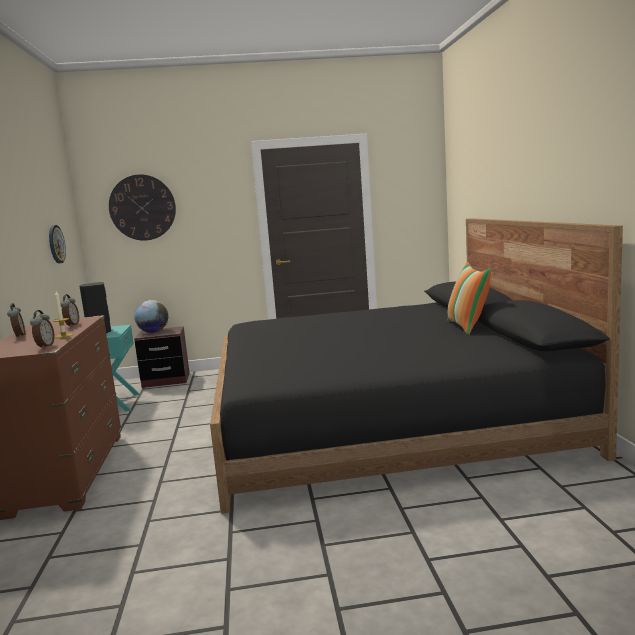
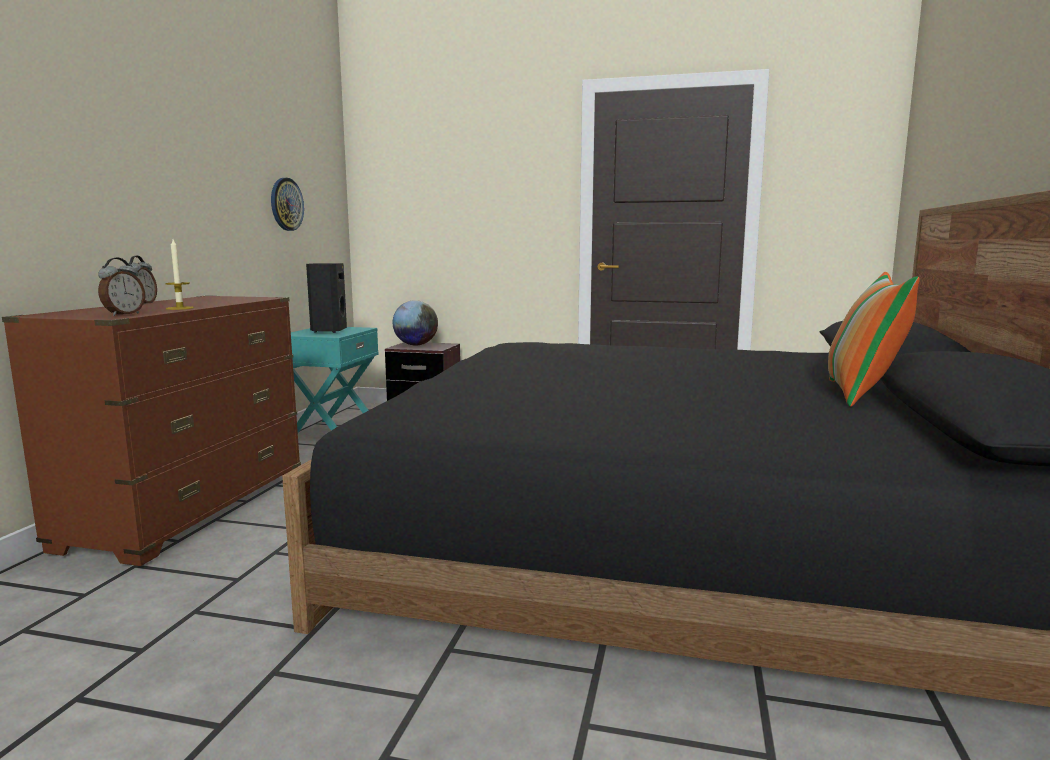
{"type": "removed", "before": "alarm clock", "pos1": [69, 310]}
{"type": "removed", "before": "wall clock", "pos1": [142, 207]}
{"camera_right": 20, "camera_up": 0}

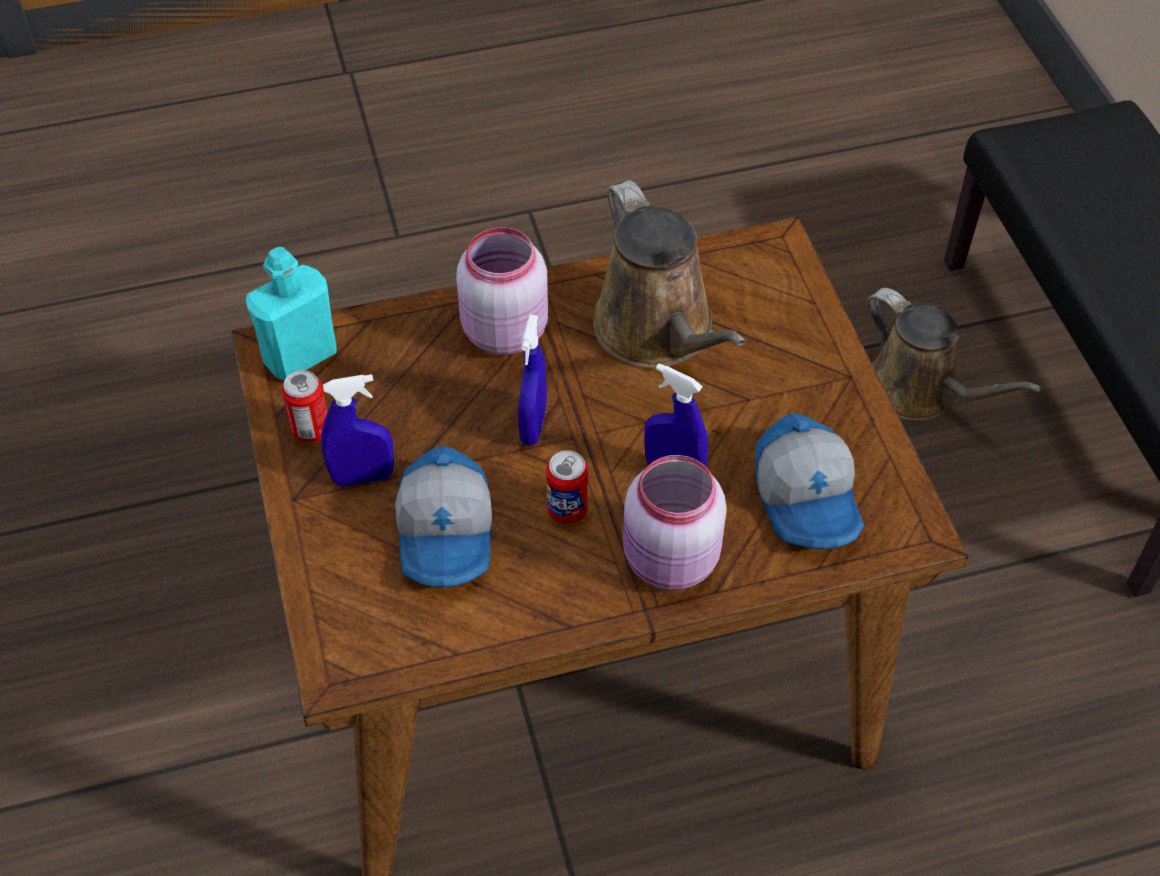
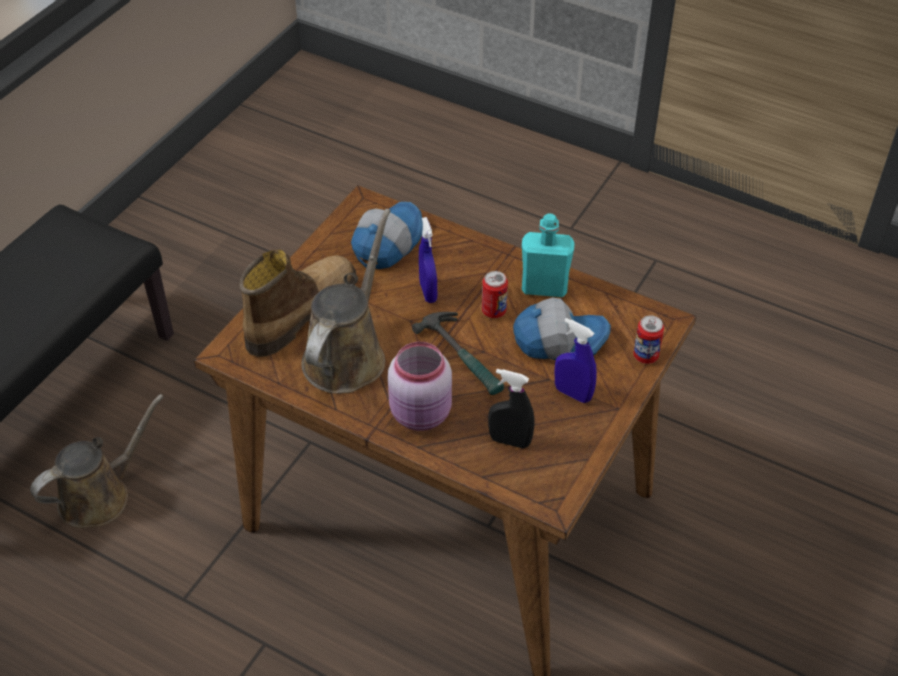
{"type": "removed", "before": "jar in pink", "pos1": [675, 522]}
{"type": "added", "after": "boot", "pos2": [297, 303]}
{"type": "added", "after": "spray bottle in black", "pos2": [511, 408]}
{"type": "moved", "before": "bottle in turquoise", "pos1": [291, 313], "pos2": [548, 255]}
{"type": "moved", "before": "can", "pos1": [305, 406], "pos2": [648, 339]}
{"type": "replaced", "before": "spray bottle in blue", "after": "hammer", "pos1": [532, 380], "pos2": [458, 353]}
{"type": "turned", "before": "cap", "pos1": [443, 516], "pos2": [562, 329], "turn": 45}
{"type": "turned", "before": "watering can in brown", "pos1": [954, 354], "pos2": [97, 461], "turn": 45}
{"camera_right": -135, "camera_up": -5}

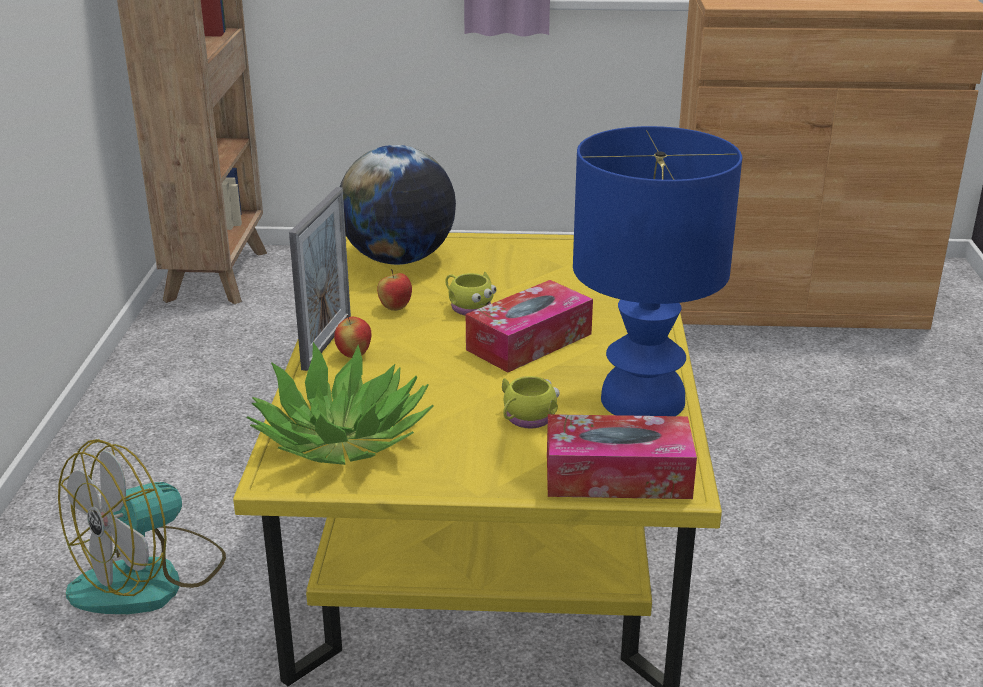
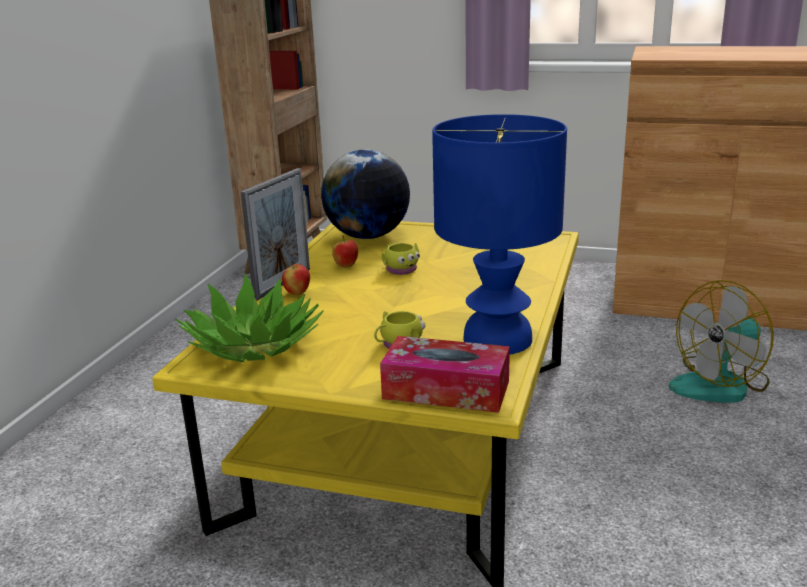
{"type": "removed", "before": "tissue box", "pos1": [529, 326]}
{"type": "moved", "before": "fan", "pos1": [142, 526], "pos2": [721, 341]}
{"camera_right": 15, "camera_up": -5}

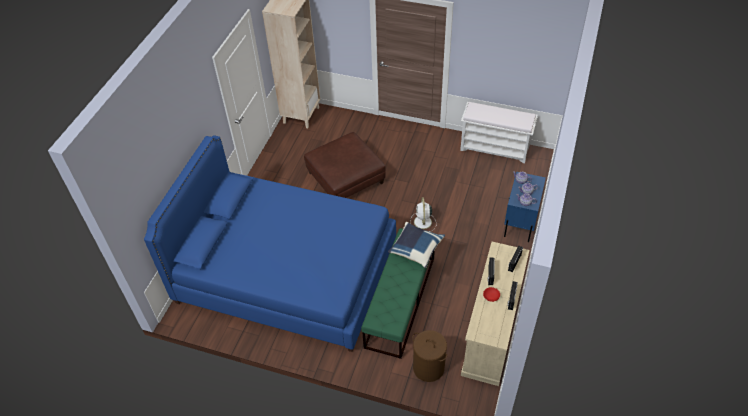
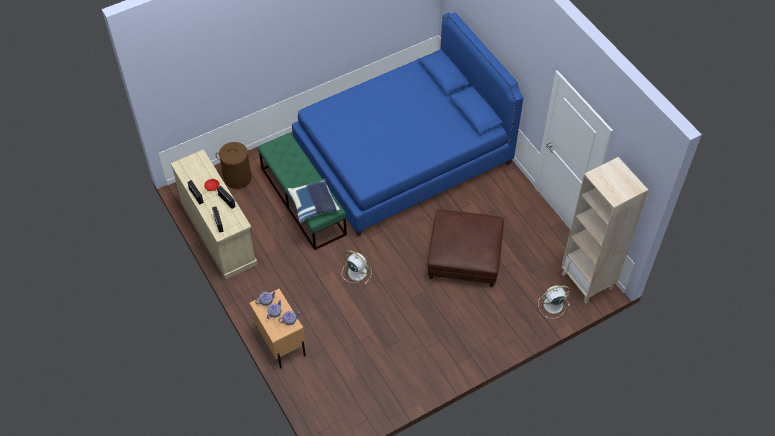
{"type": "removed", "before": "bench in white", "pos1": [499, 132]}
{"type": "added", "after": "fan in white", "pos2": [554, 302]}
{"type": "recoloured", "before": "nightstand in blue", "after": "nightstand in beige", "pos1": [525, 207], "pos2": [277, 329]}
{"camera_right": 130, "camera_up": 5}

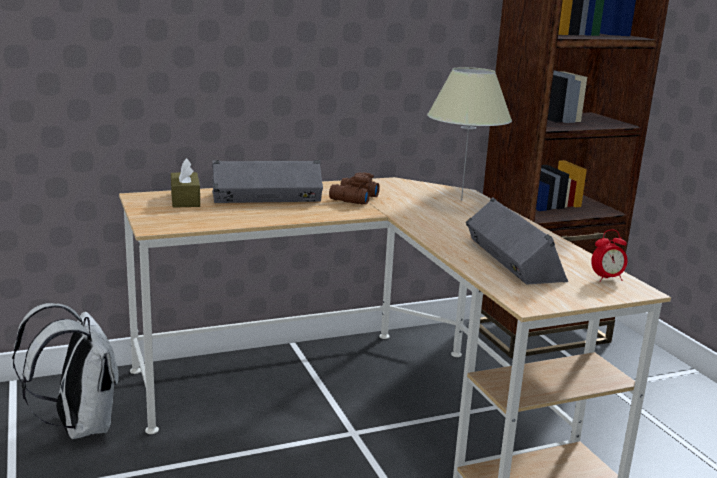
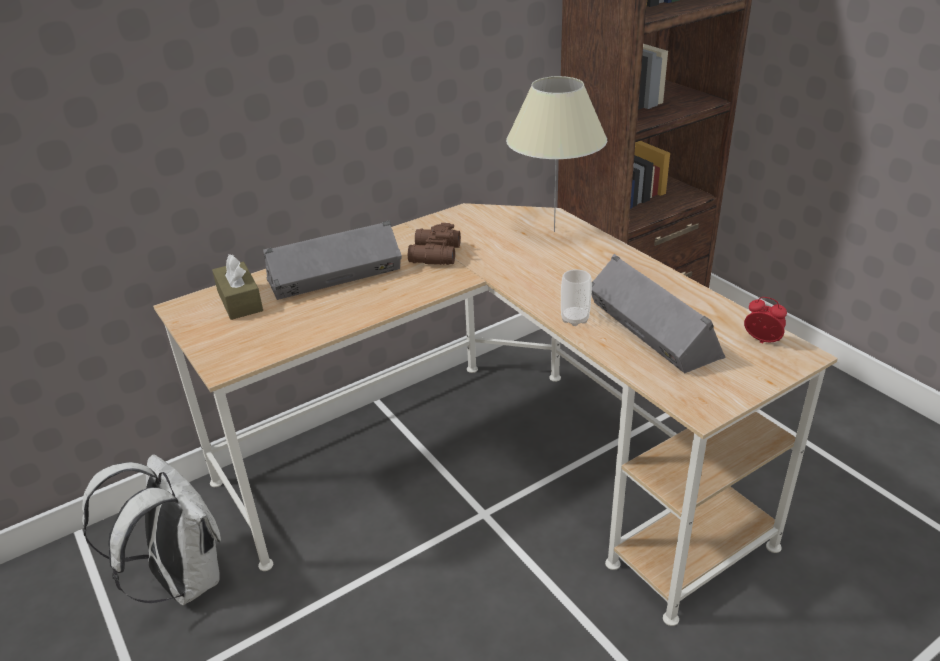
{"type": "added", "after": "cup", "pos2": [576, 297]}
{"type": "turned", "before": "alarm clock", "pos1": [609, 256], "pos2": [765, 320], "turn": -120}
{"camera_right": -10, "camera_up": 15}

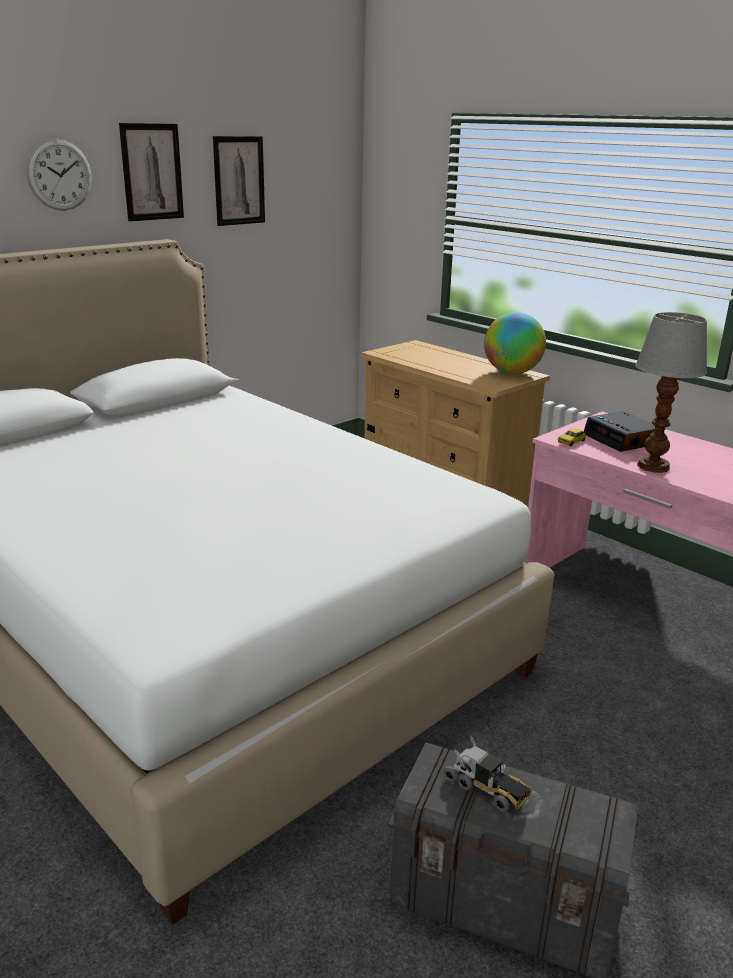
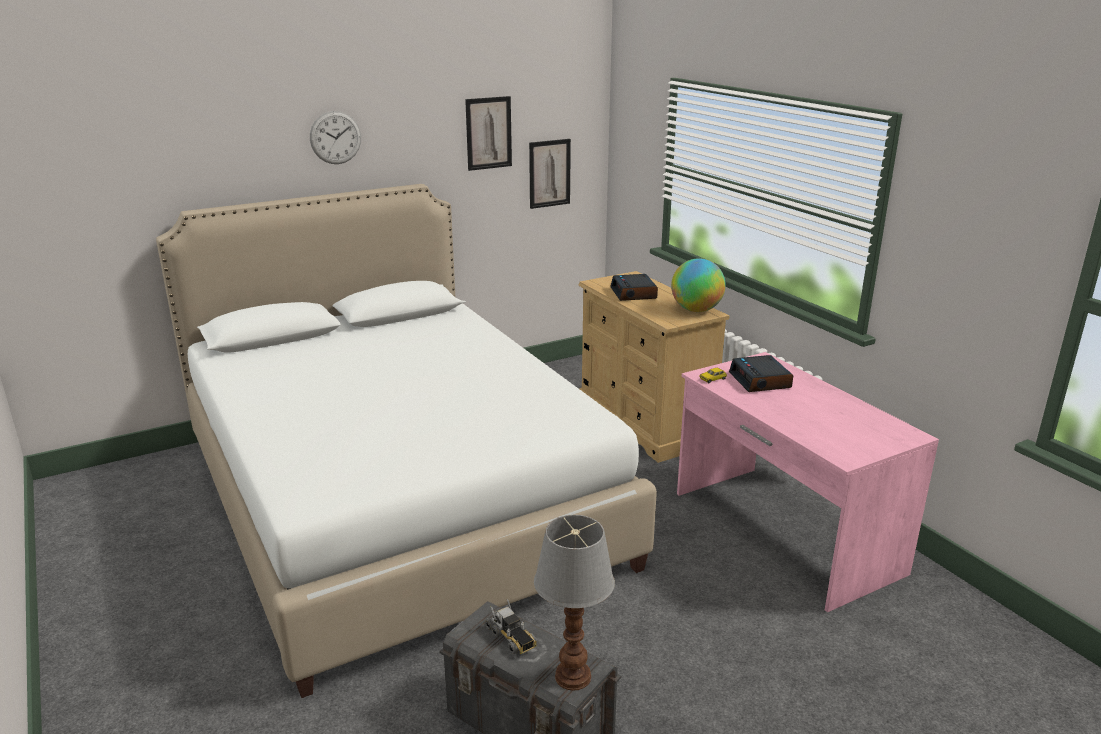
{"type": "added", "after": "alarm clock", "pos2": [634, 287]}
{"type": "moved", "before": "picture", "pos1": [151, 172], "pos2": [550, 174]}
{"type": "moved", "before": "table lamp", "pos1": [671, 392], "pos2": [574, 603]}
{"camera_right": 15, "camera_up": 0}

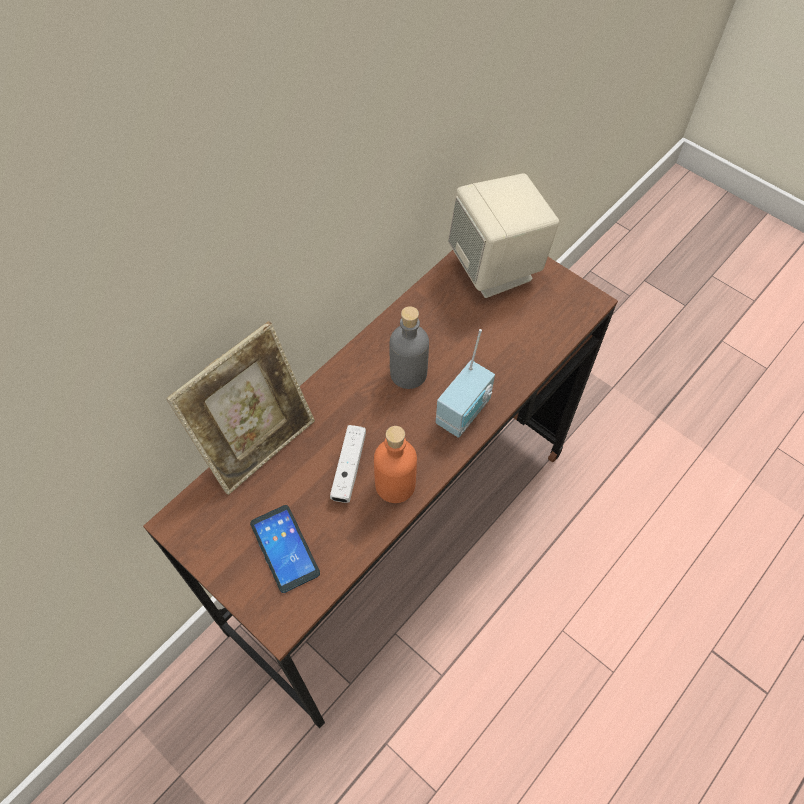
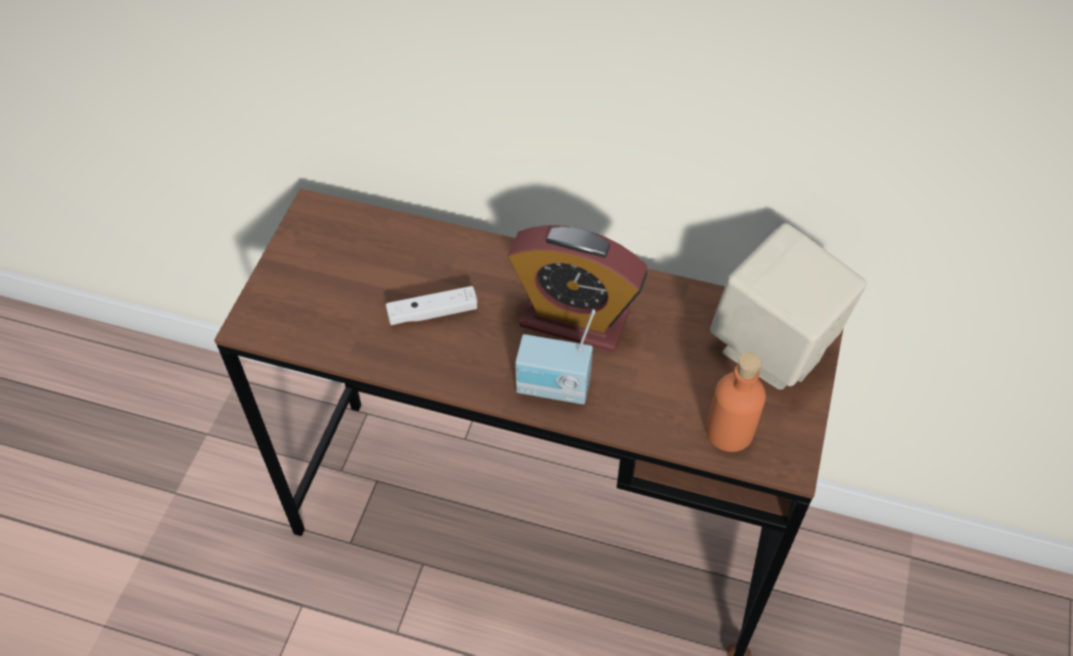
{"type": "removed", "before": "picture frame", "pos1": [240, 408]}
{"type": "removed", "before": "phone", "pos1": [285, 549]}
{"type": "moved", "before": "bottle in orange", "pos1": [395, 464], "pos2": [736, 402]}
{"type": "replaced", "before": "bottle in grey", "after": "alarm clock", "pos1": [409, 347], "pos2": [577, 288]}
{"camera_right": 65, "camera_up": -5}

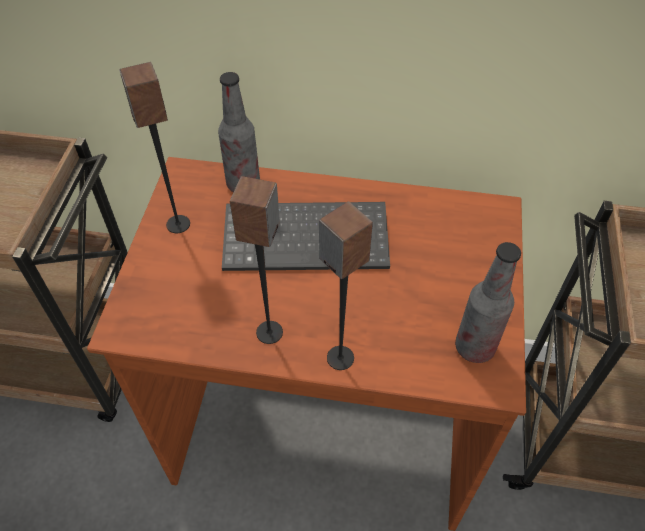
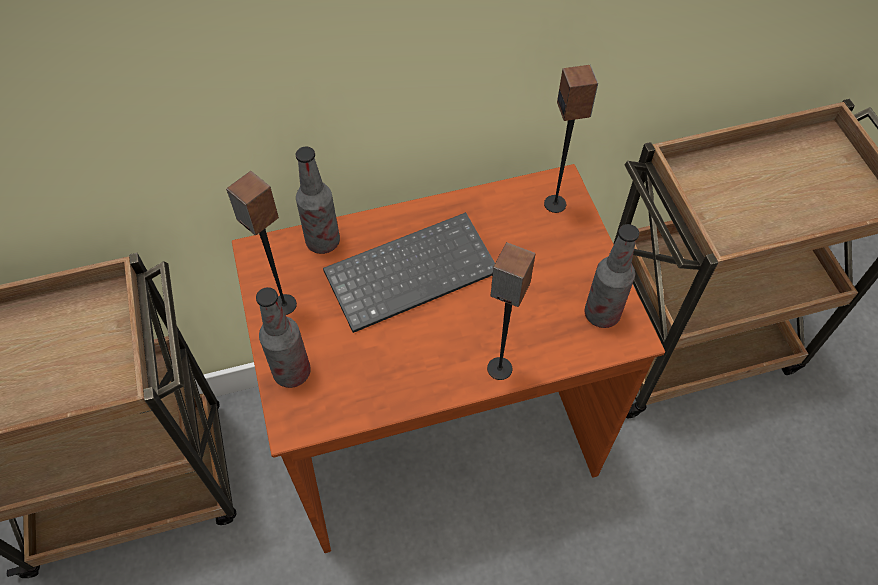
{"type": "added", "after": "bottle", "pos2": [283, 337]}
{"type": "moved", "before": "speaker", "pos1": [256, 260], "pos2": [571, 139]}
{"camera_right": -25, "camera_up": 5}

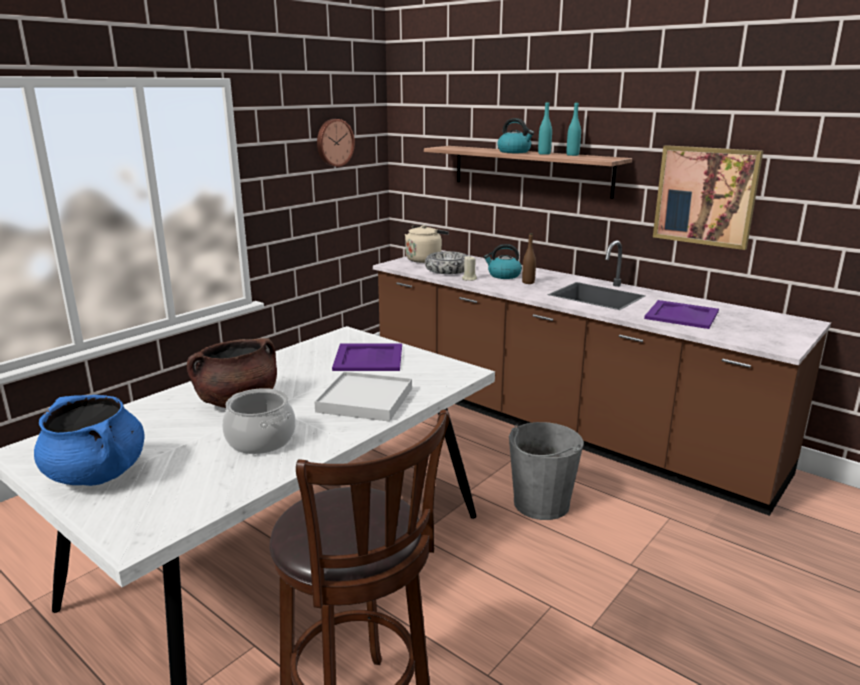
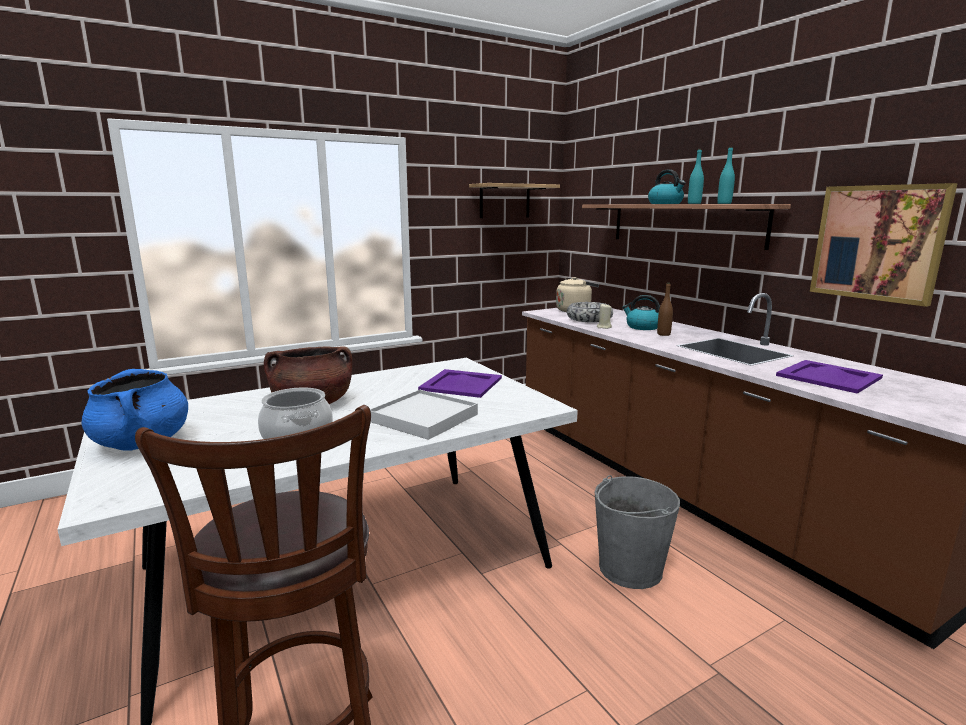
{"type": "replaced", "before": "wall clock", "after": "shelf", "pos1": [336, 143], "pos2": [514, 200]}
{"camera_right": 20, "camera_up": -5}

